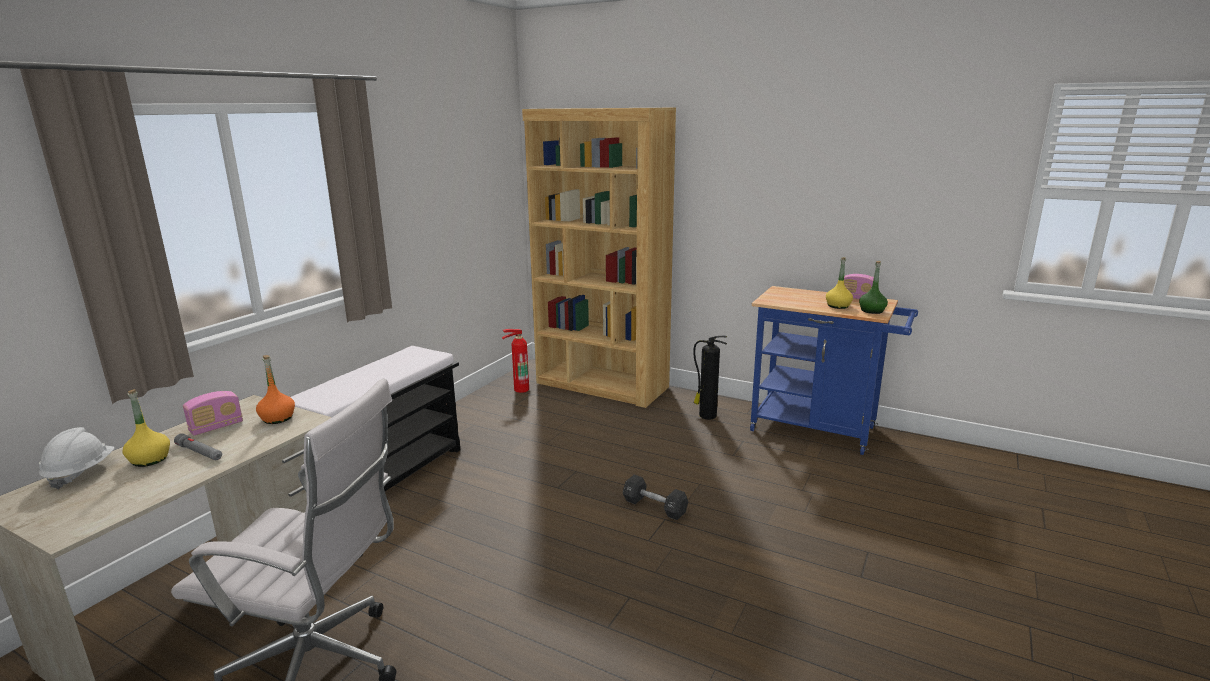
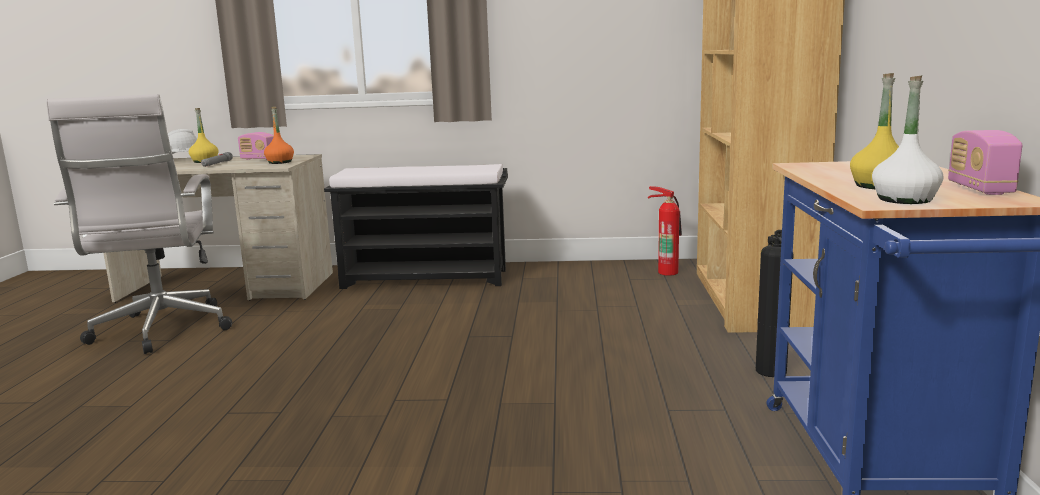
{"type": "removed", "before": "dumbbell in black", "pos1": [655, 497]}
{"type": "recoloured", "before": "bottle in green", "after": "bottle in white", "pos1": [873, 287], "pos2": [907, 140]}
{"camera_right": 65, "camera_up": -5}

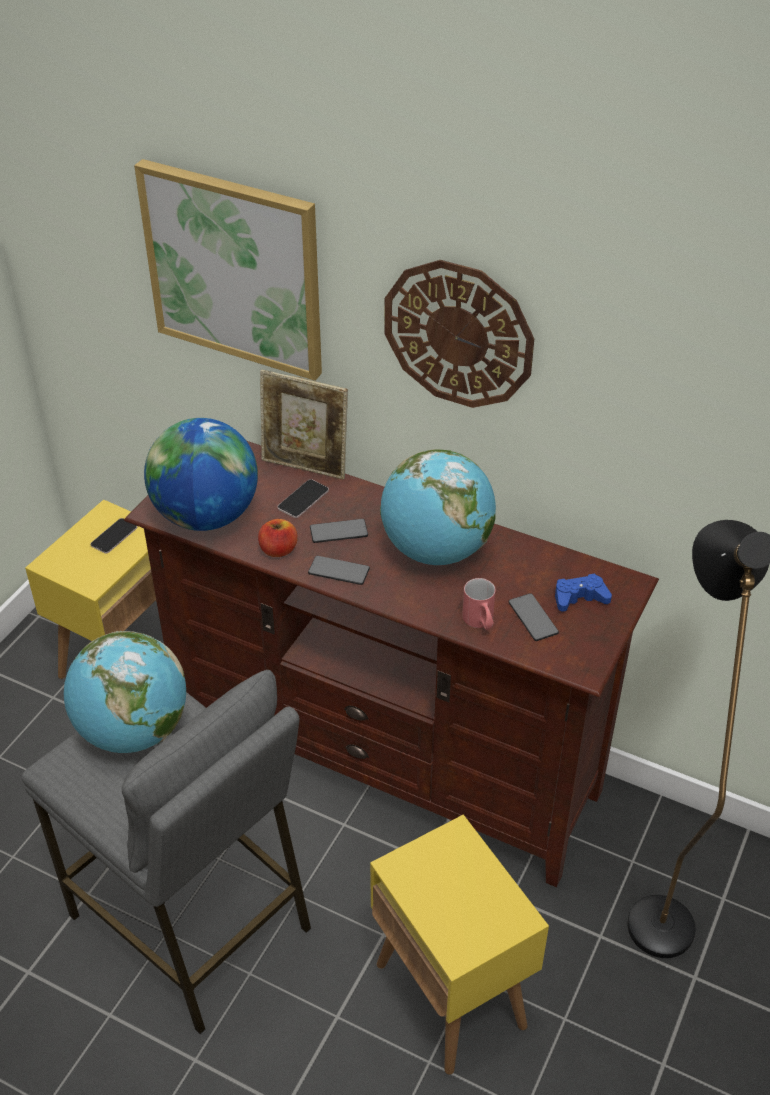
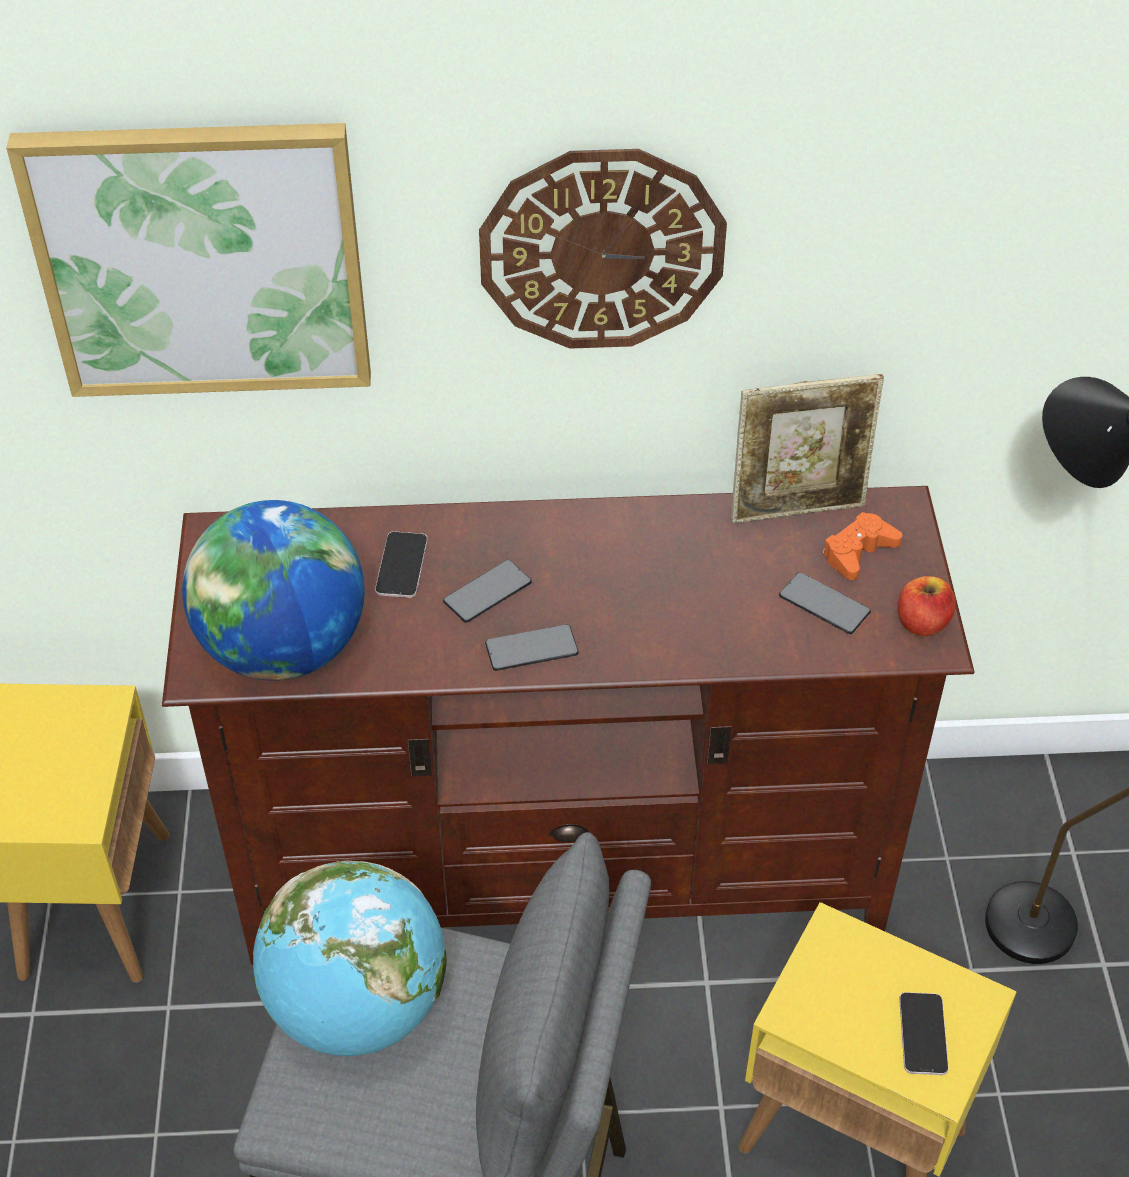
{"type": "removed", "before": "globe", "pos1": [438, 507]}
{"type": "removed", "before": "mug in red", "pos1": [479, 604]}
{"type": "moved", "before": "phone", "pos1": [113, 535], "pos2": [924, 1033]}
{"type": "moved", "before": "apple", "pos1": [278, 538], "pos2": [927, 606]}
{"type": "moved", "before": "picture frame", "pos1": [304, 425], "pos2": [807, 449]}
{"type": "recoloured", "before": "game controller in blue", "after": "game controller in orange", "pos1": [583, 592], "pos2": [862, 546]}
{"camera_right": -30, "camera_up": 5}

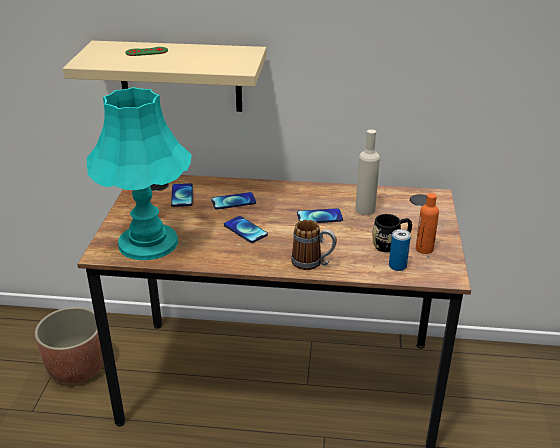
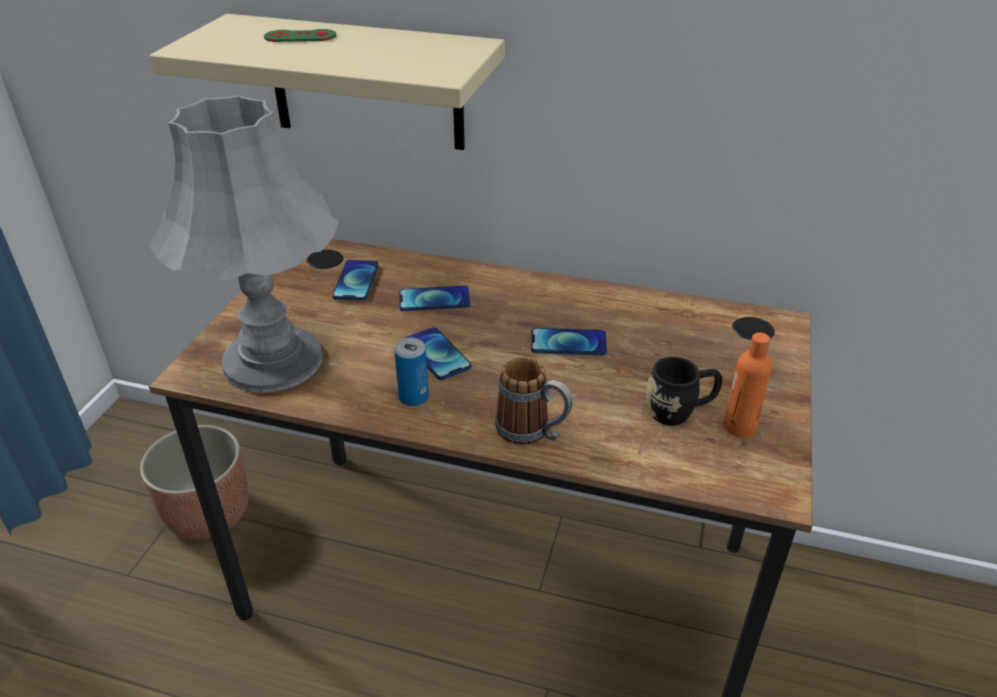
{"type": "removed", "before": "bottle in beige", "pos1": [368, 172]}
{"type": "moved", "before": "can", "pos1": [400, 250], "pos2": [411, 372]}
{"type": "recoloured", "before": "table lamp in turquoise", "after": "table lamp in grey", "pos1": [139, 173], "pos2": [243, 244]}
{"camera_right": 10, "camera_up": 5}

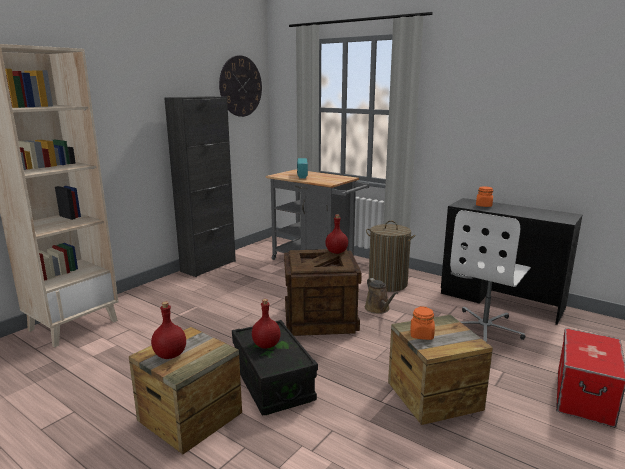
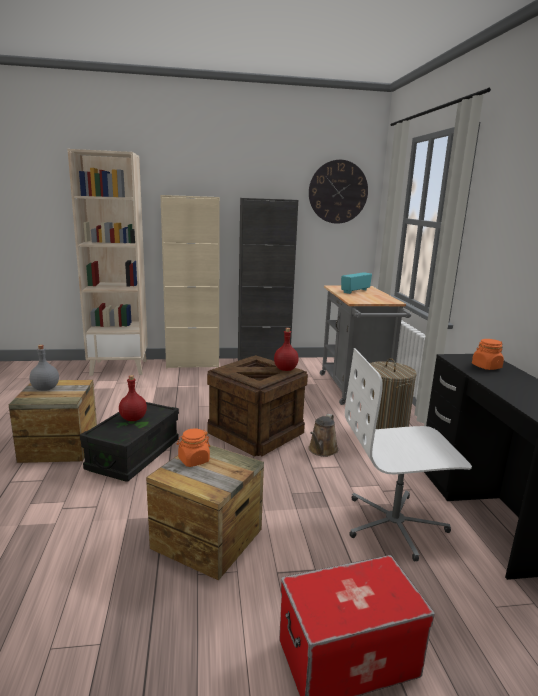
{"type": "added", "after": "cabinet in beige", "pos2": [190, 281]}
{"type": "recoloured", "before": "bottle in red", "after": "bottle in grey", "pos1": [168, 330], "pos2": [44, 368]}
{"camera_right": 45, "camera_up": 0}

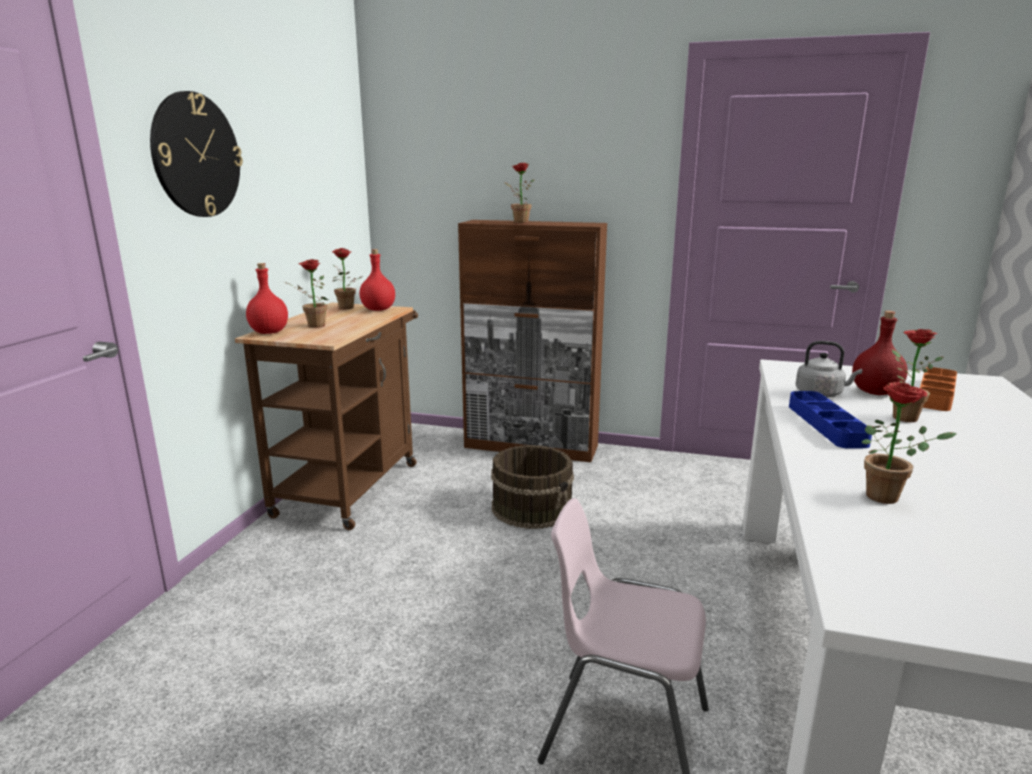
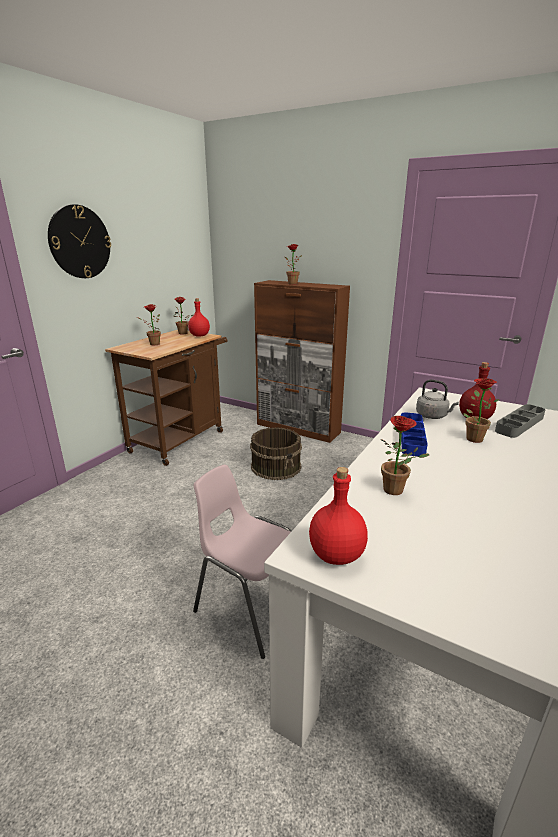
{"type": "moved", "before": "bottle in red", "pos1": [267, 298], "pos2": [338, 516]}
{"type": "recoloured", "before": "tray in orange", "after": "tray in grey", "pos1": [938, 389], "pos2": [520, 421]}
{"camera_right": 15, "camera_up": 5}

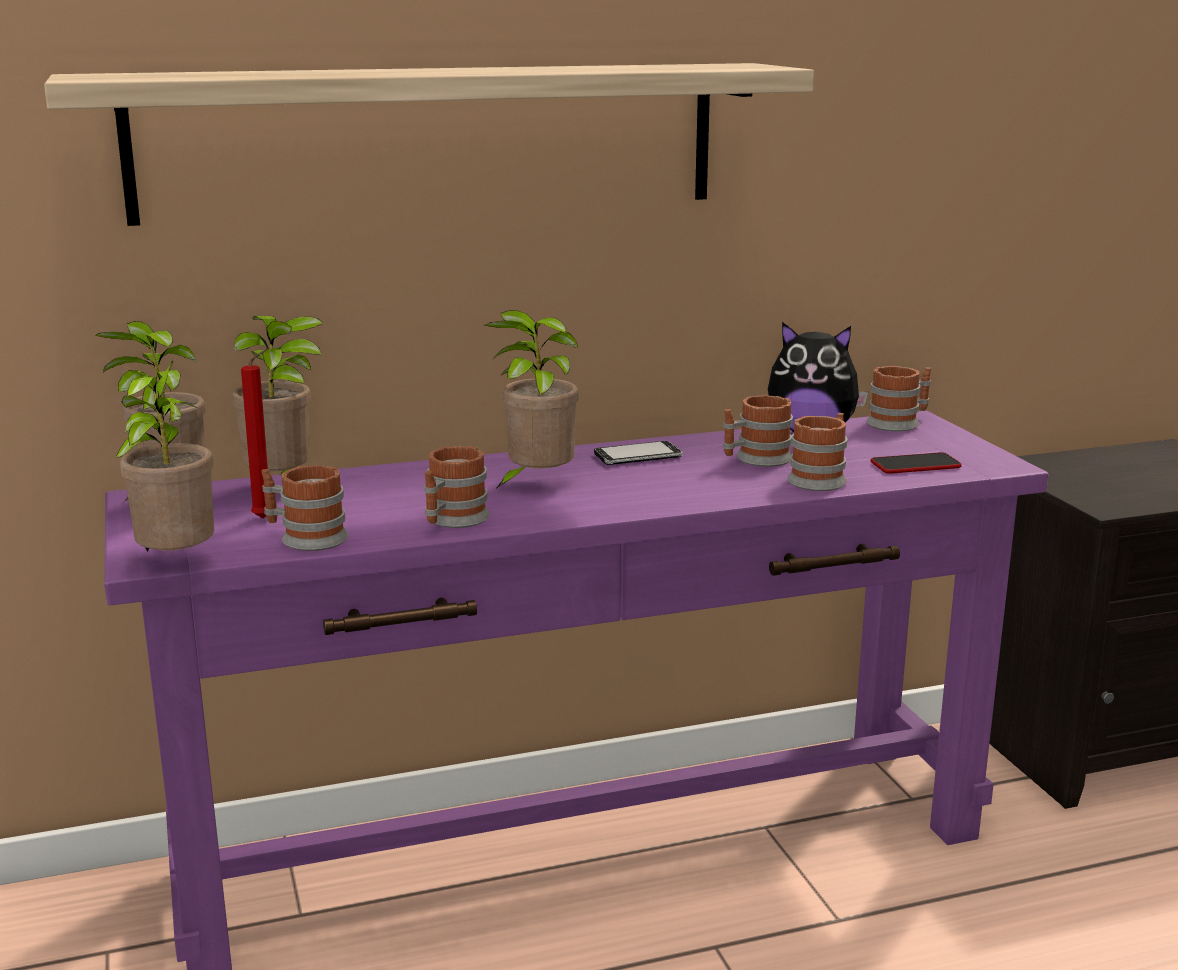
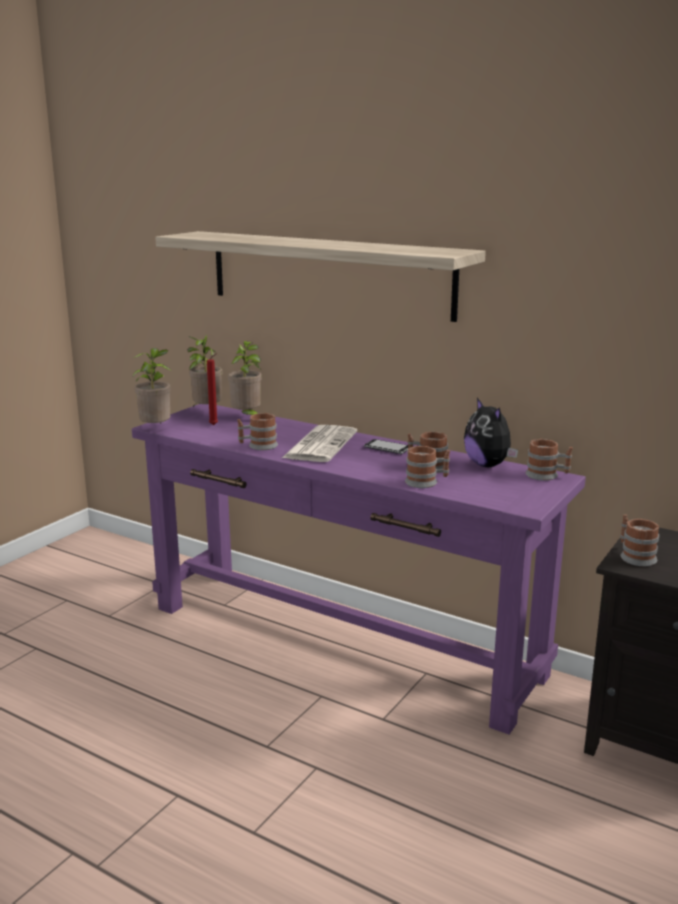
{"type": "removed", "before": "phone", "pos1": [916, 463]}
{"type": "moved", "before": "mug", "pos1": [305, 508], "pos2": [639, 540]}
{"type": "replaced", "before": "potted plant", "after": "newspaper", "pos1": [532, 399], "pos2": [319, 443]}
{"camera_right": 50, "camera_up": 0}

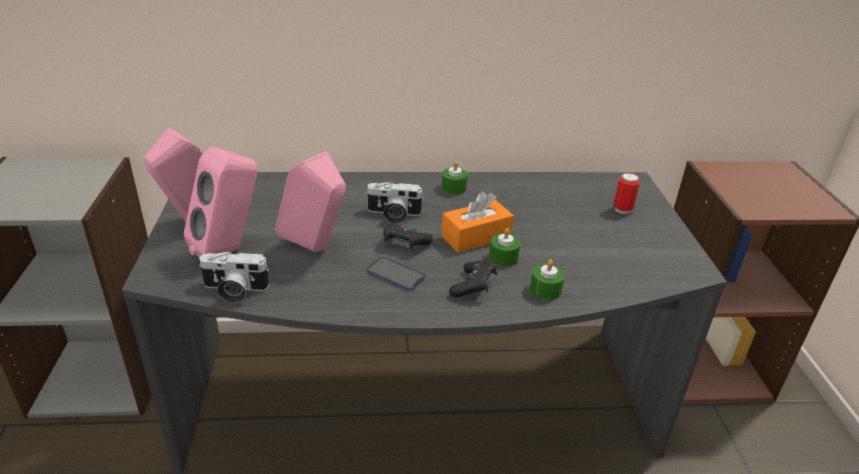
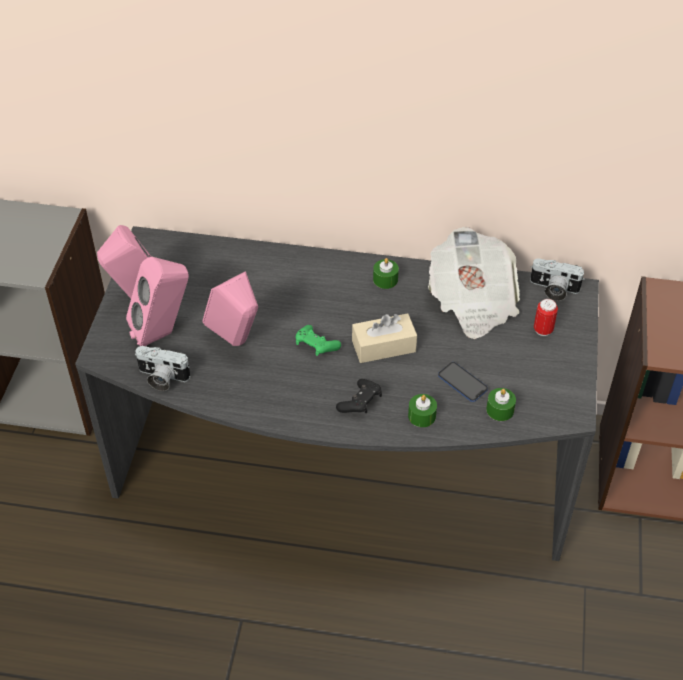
{"type": "added", "after": "newspaper", "pos2": [474, 283]}
{"type": "moved", "before": "photo camera", "pos1": [395, 203], "pos2": [557, 279]}
{"type": "moved", "before": "phone", "pos1": [396, 274], "pos2": [463, 382]}
{"type": "moved", "before": "candle in green", "pos1": [505, 247], "pos2": [501, 404]}
{"type": "recoloured", "before": "game controller in black", "after": "game controller in green", "pos1": [408, 236], "pos2": [318, 340]}
{"type": "recoloured", "before": "tissue box in orange", "after": "tissue box in beige", "pos1": [477, 222], "pos2": [384, 338]}
{"camera_right": 15, "camera_up": 15}

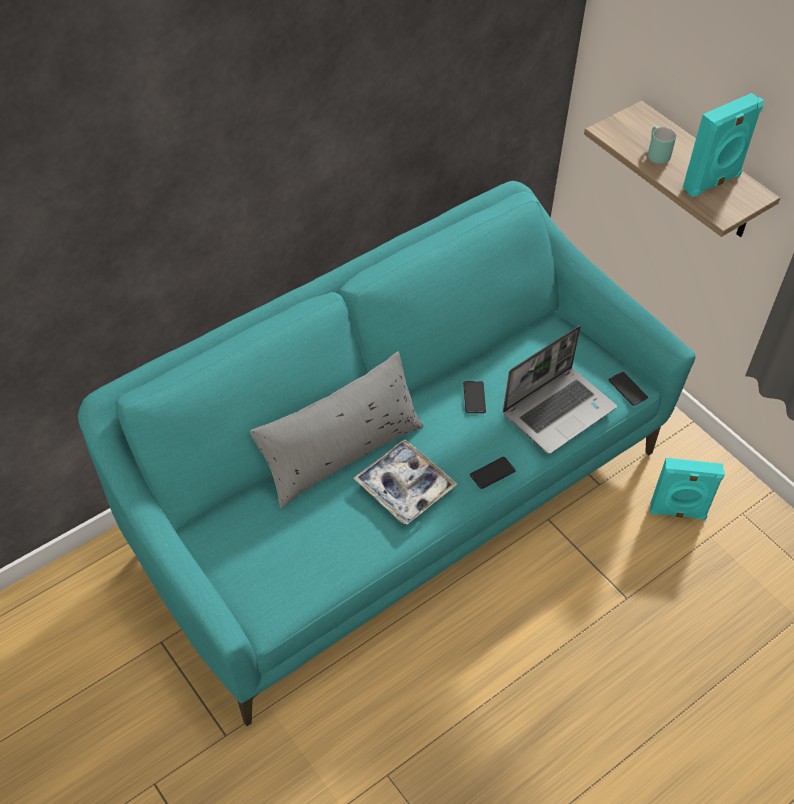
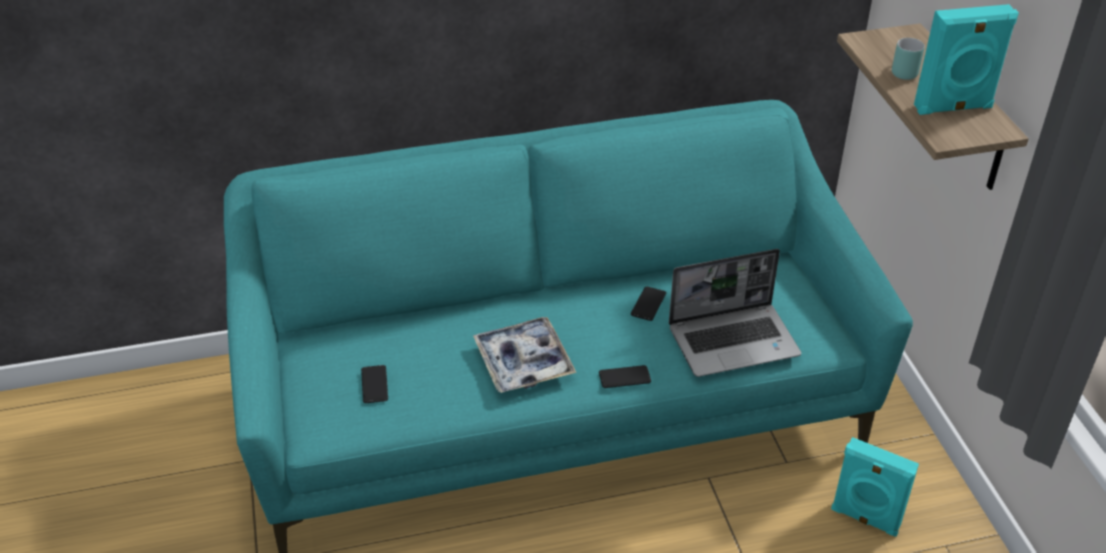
{"type": "removed", "before": "pillow in grey", "pos1": [336, 430]}
{"type": "moved", "before": "phone", "pos1": [628, 389], "pos2": [374, 384]}
{"camera_right": 25, "camera_up": -10}

